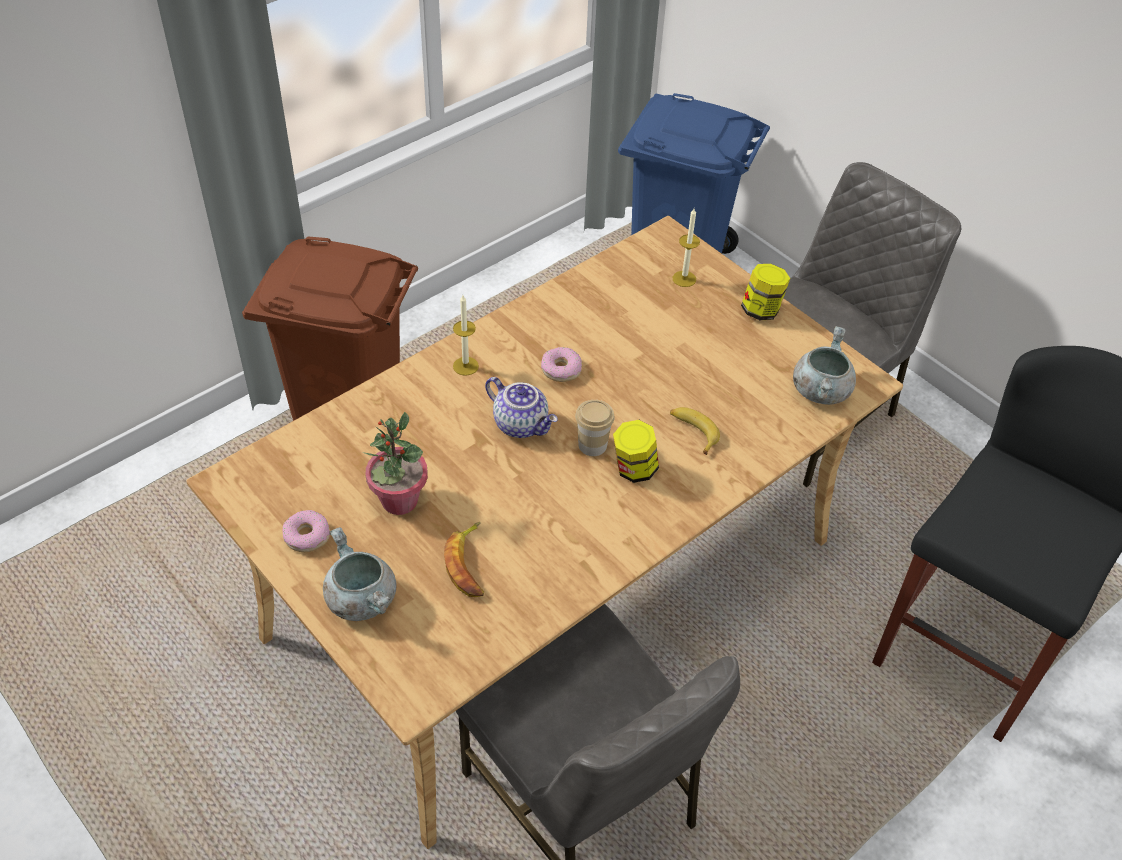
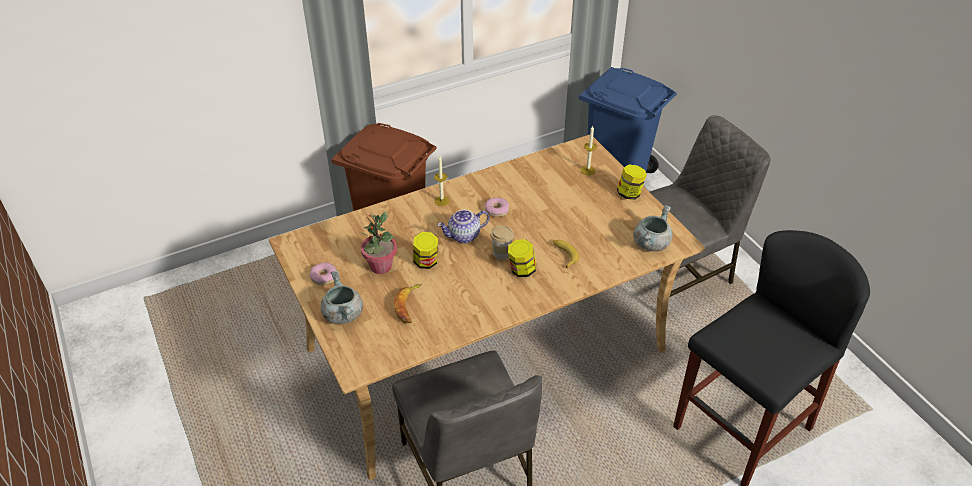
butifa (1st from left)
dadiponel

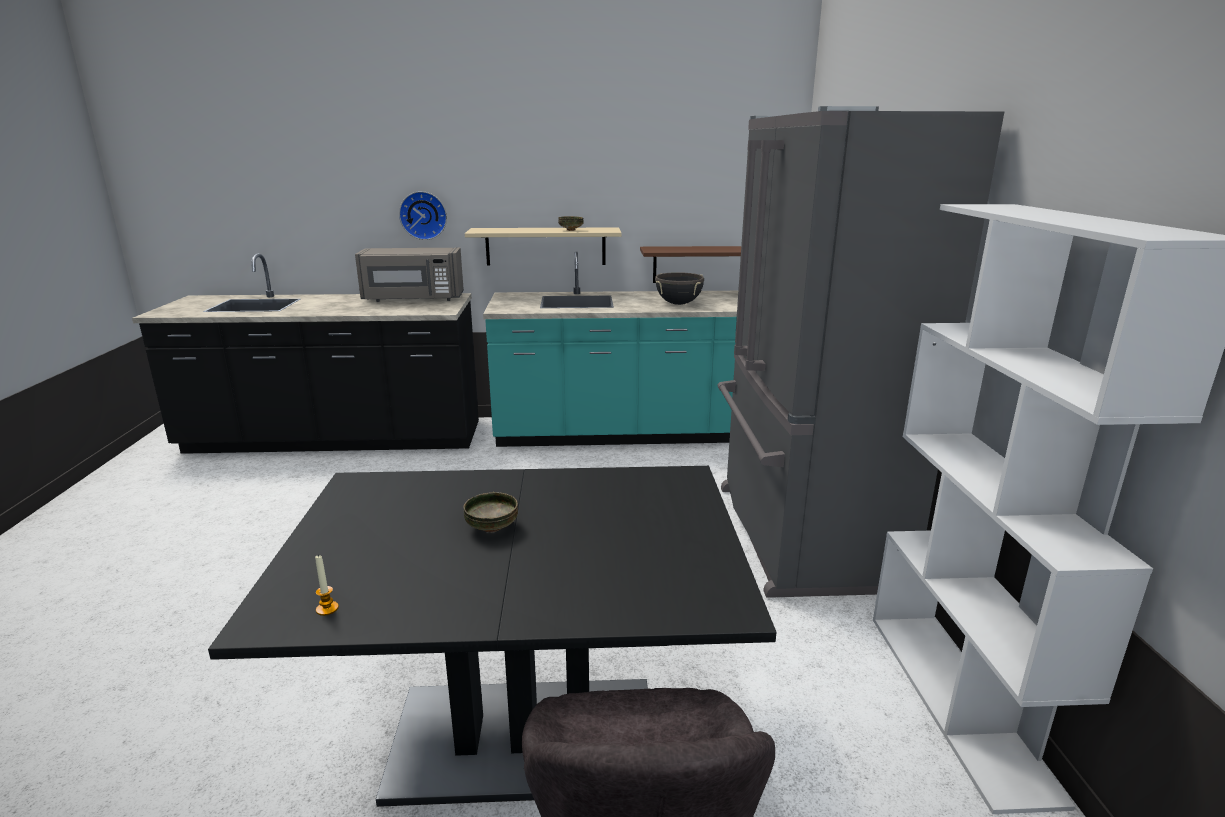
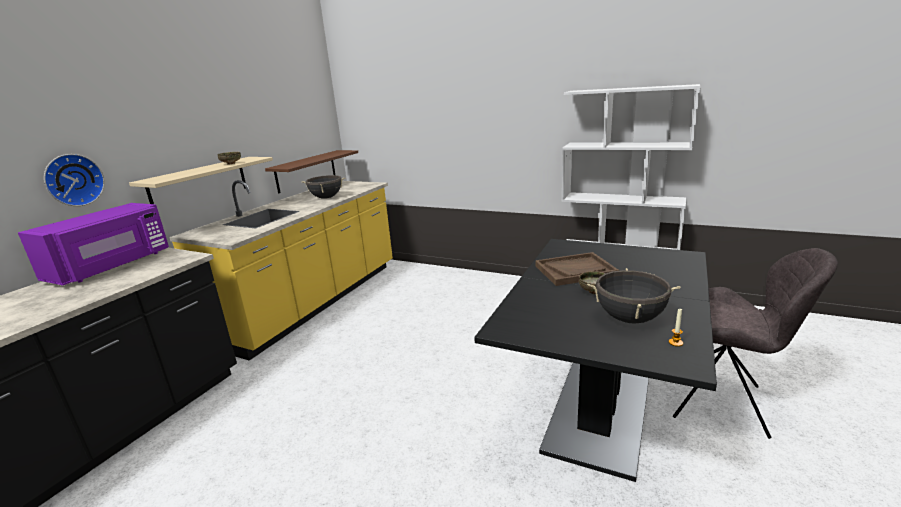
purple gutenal
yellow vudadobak
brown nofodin
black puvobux (2nd from left)
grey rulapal

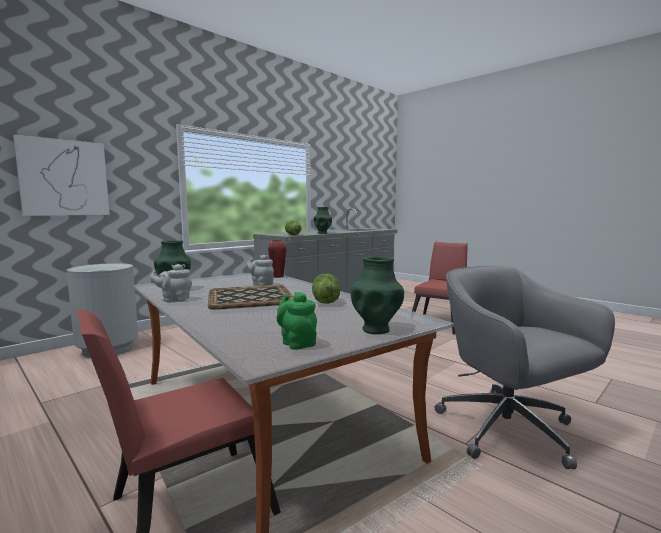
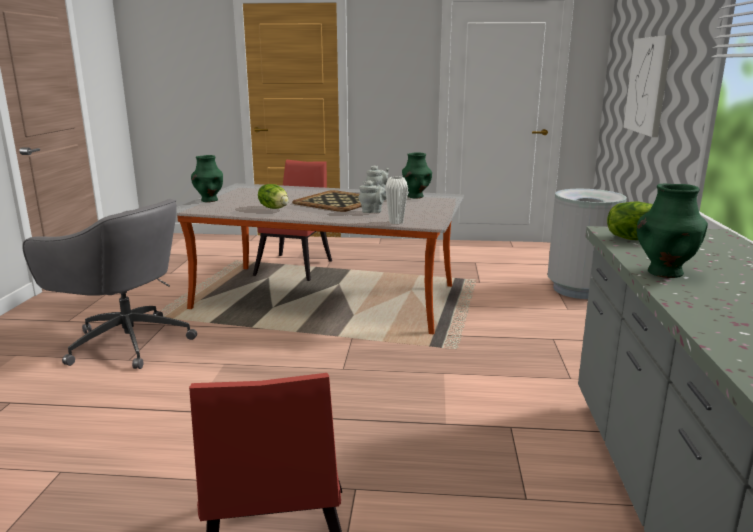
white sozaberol
green dadiponel

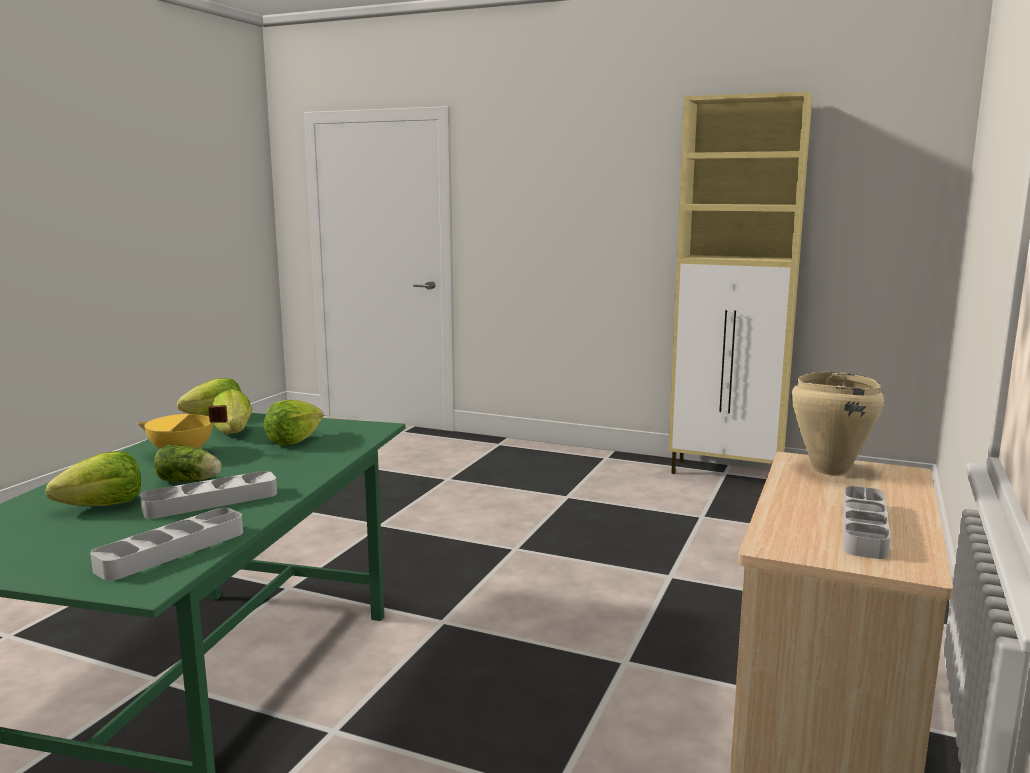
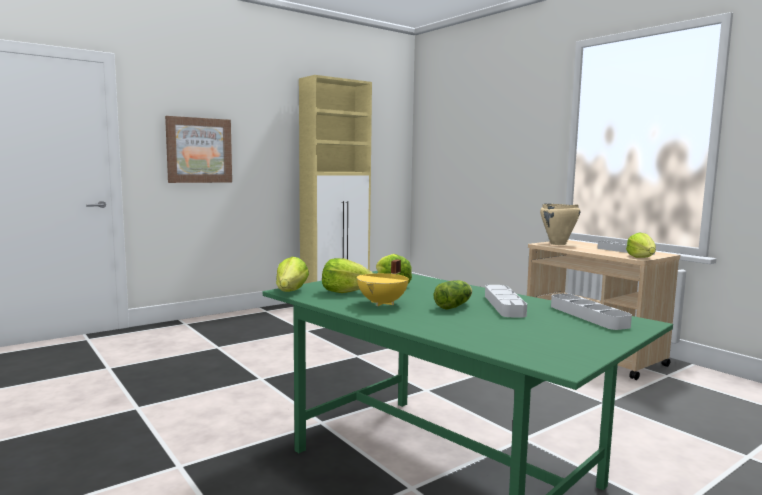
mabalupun
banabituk (5th from left)

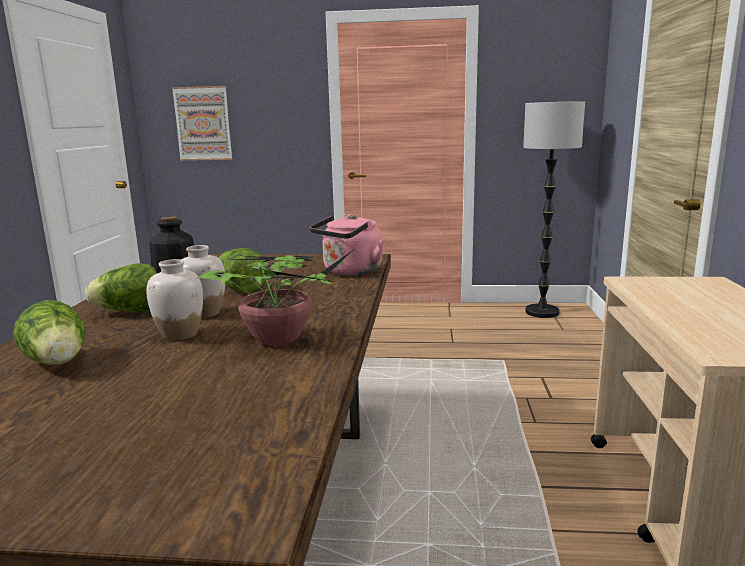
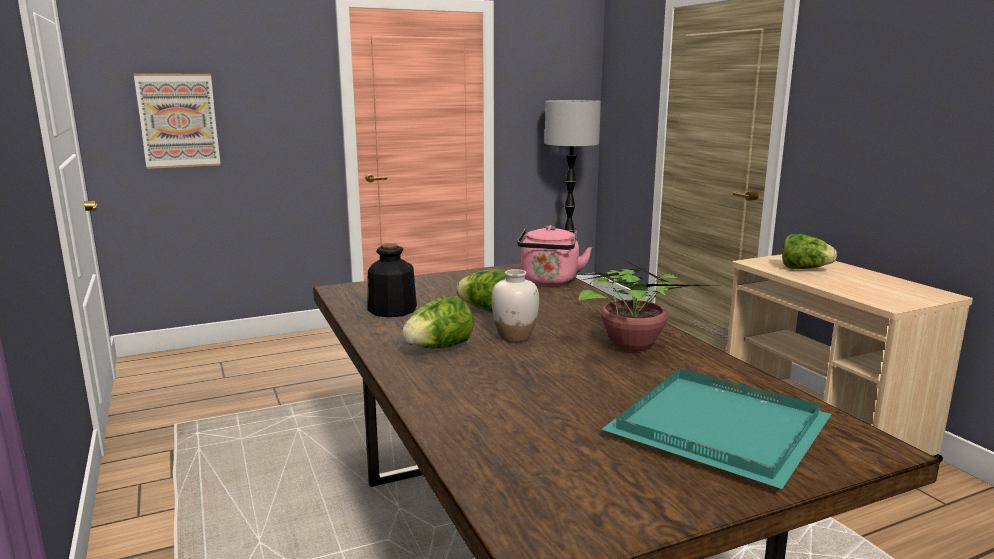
turquoise nofodin
banabituk (3rd from left)
white sozaberol (1st from left in the first image)

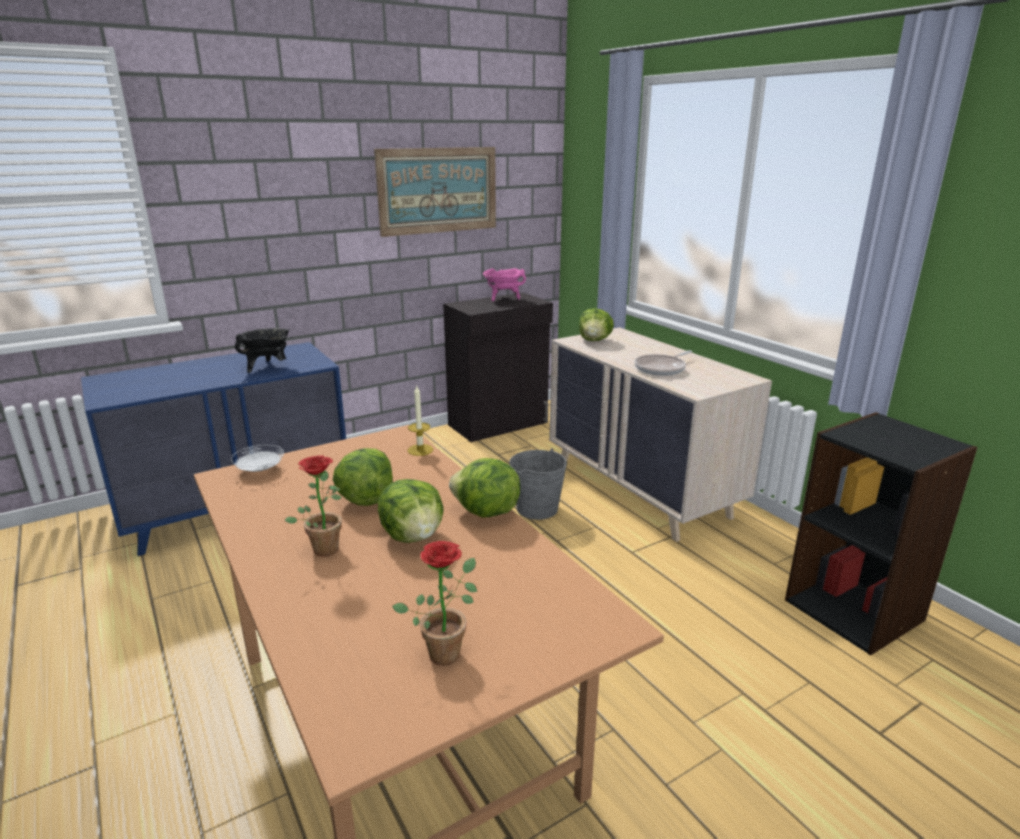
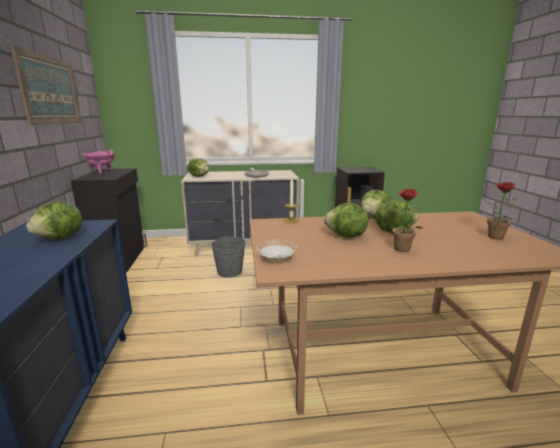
banabituk (1st from left)

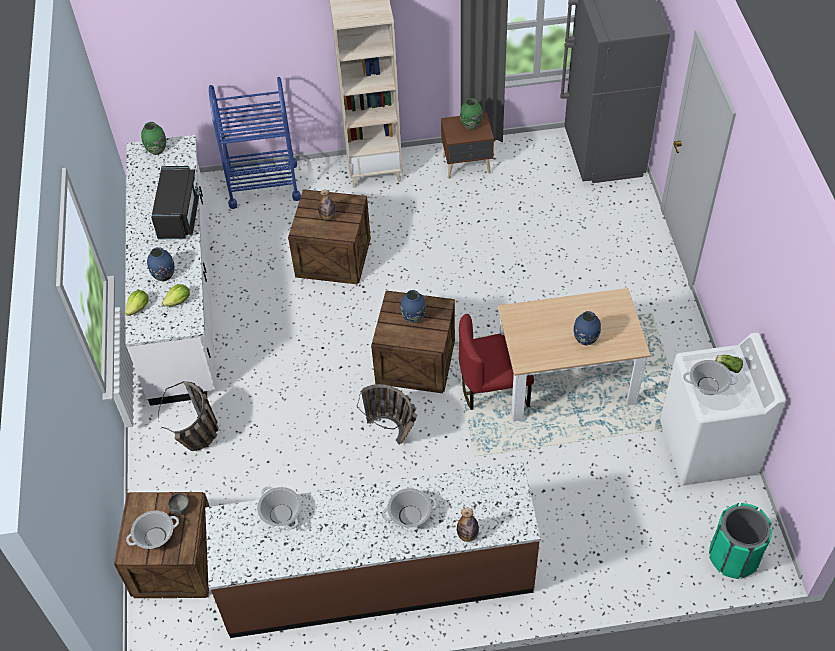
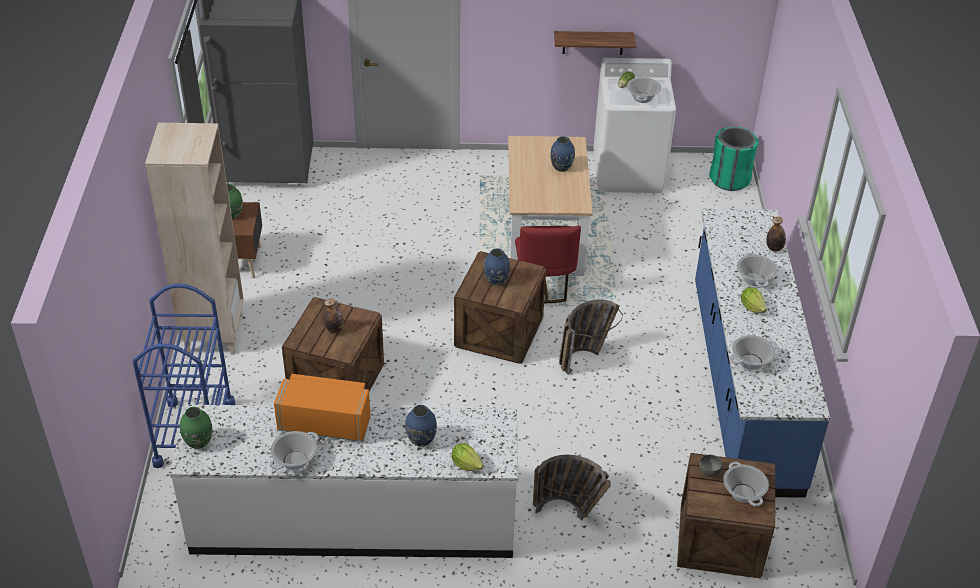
puvobux (1st from left)
orange gutenal
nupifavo
blue vudadobak
banabituk (3rd from left)

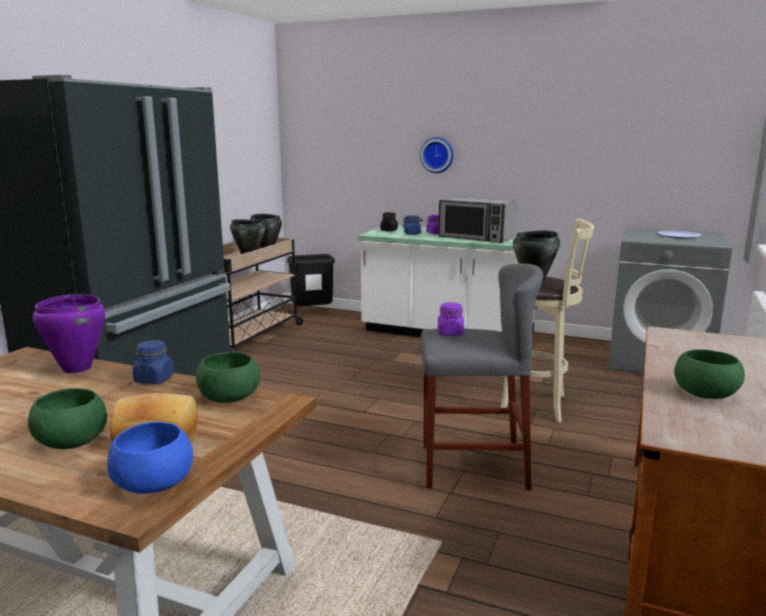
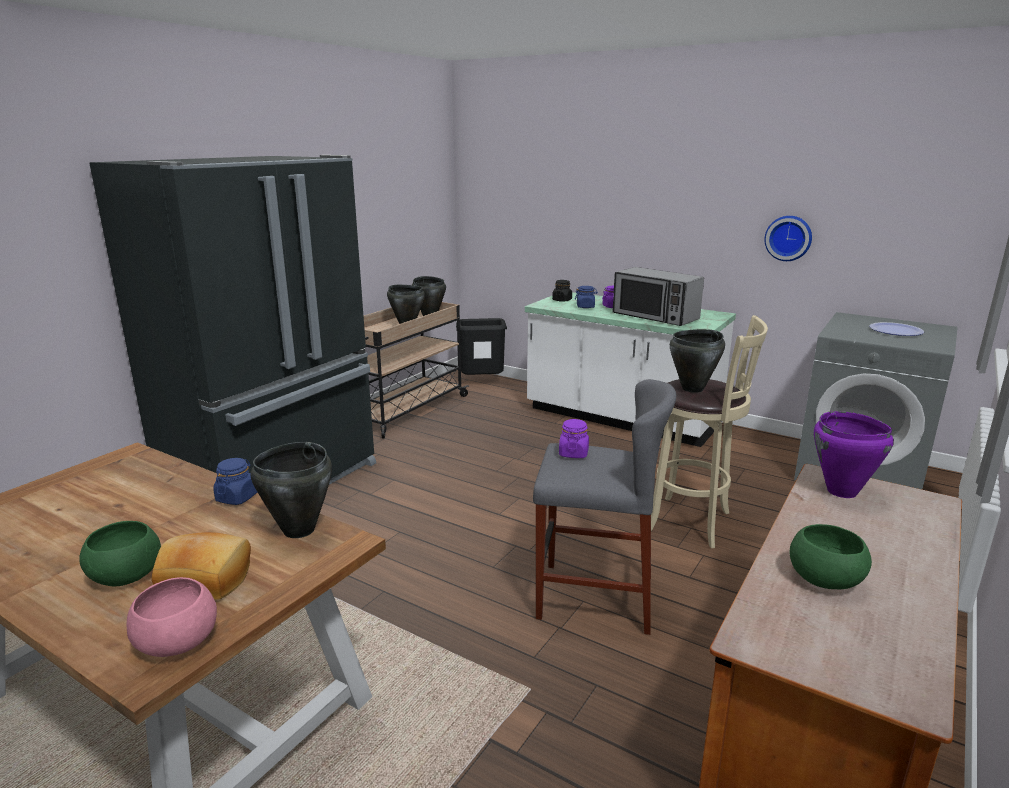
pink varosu
black puvobux (1st from left)
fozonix
purple puvobux

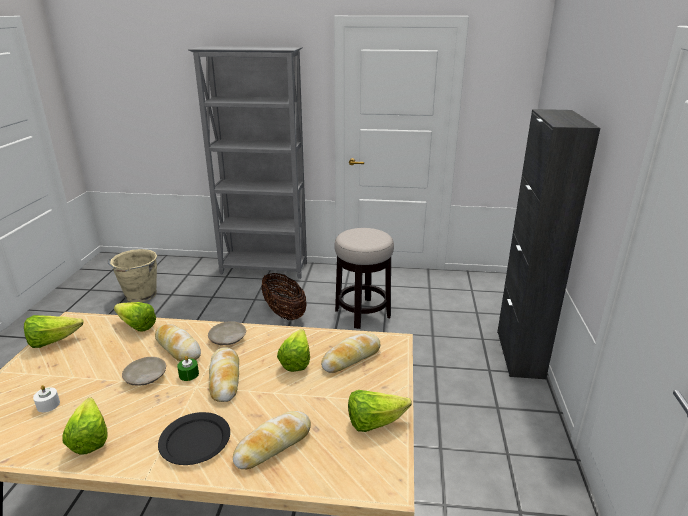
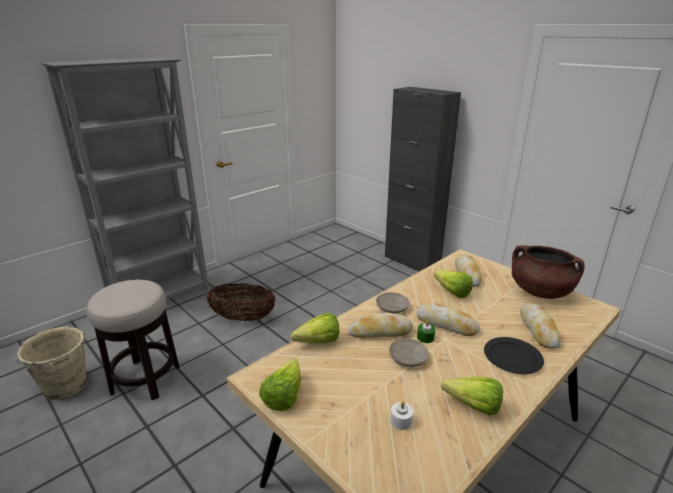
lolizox
brown puvobux

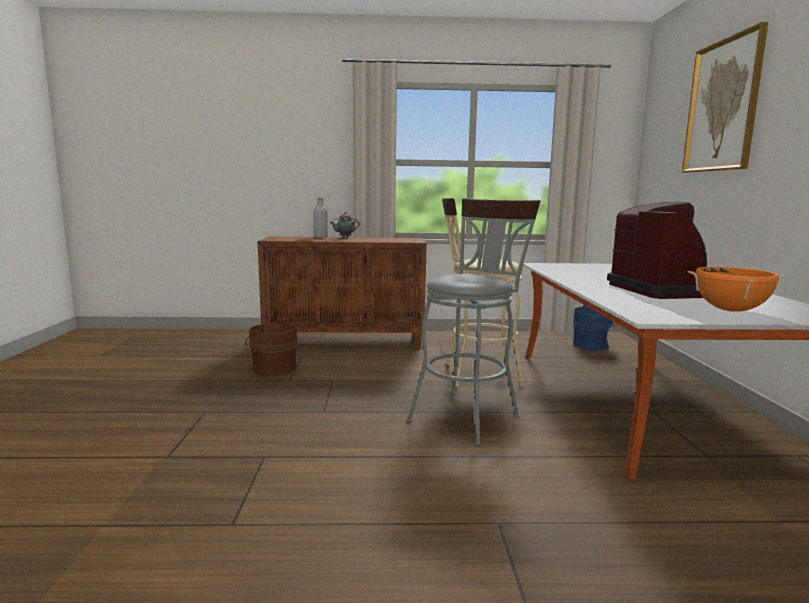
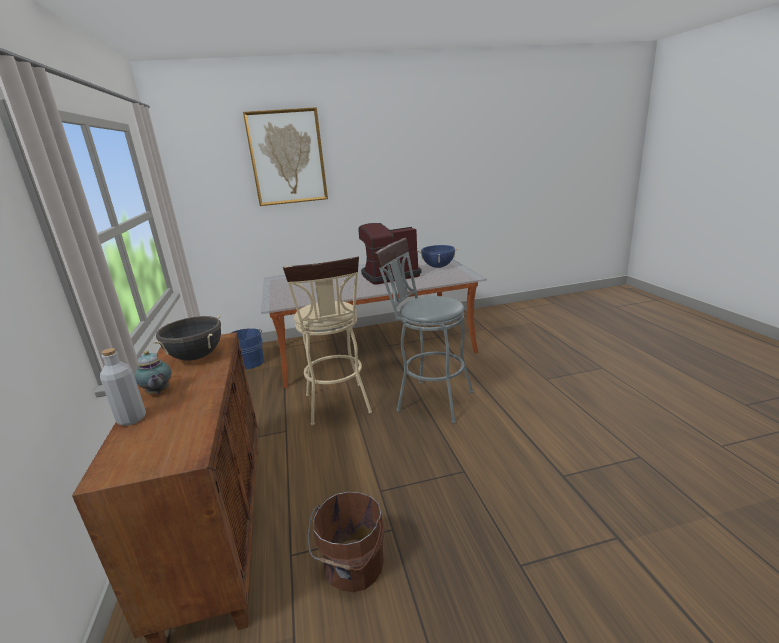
black puvobux
blue puvobux

